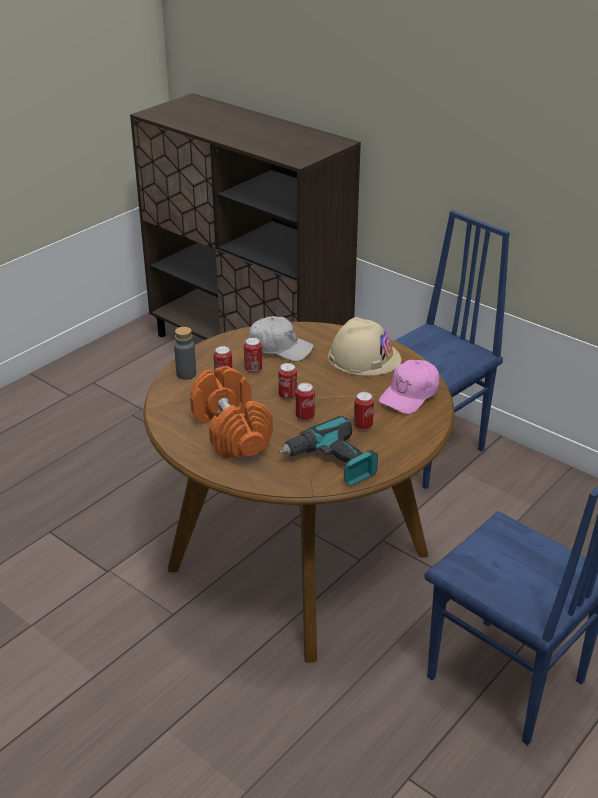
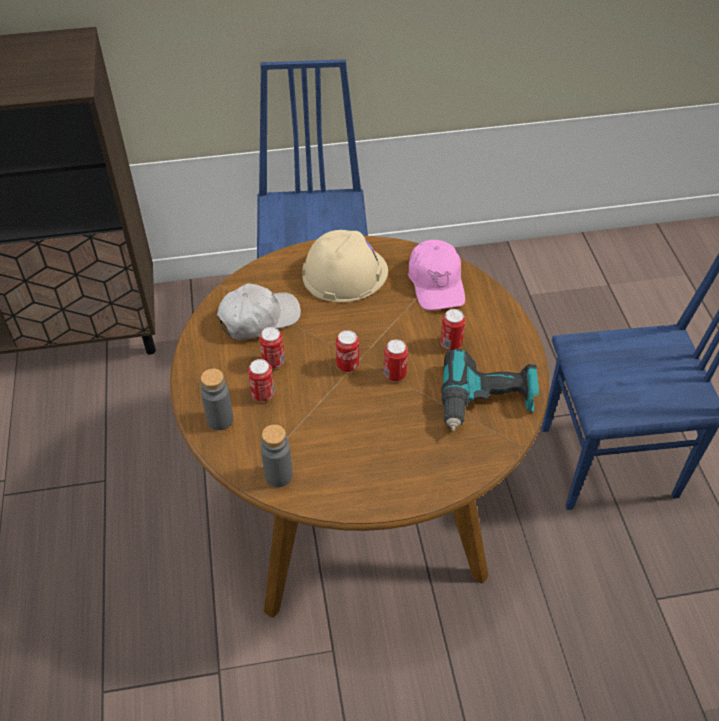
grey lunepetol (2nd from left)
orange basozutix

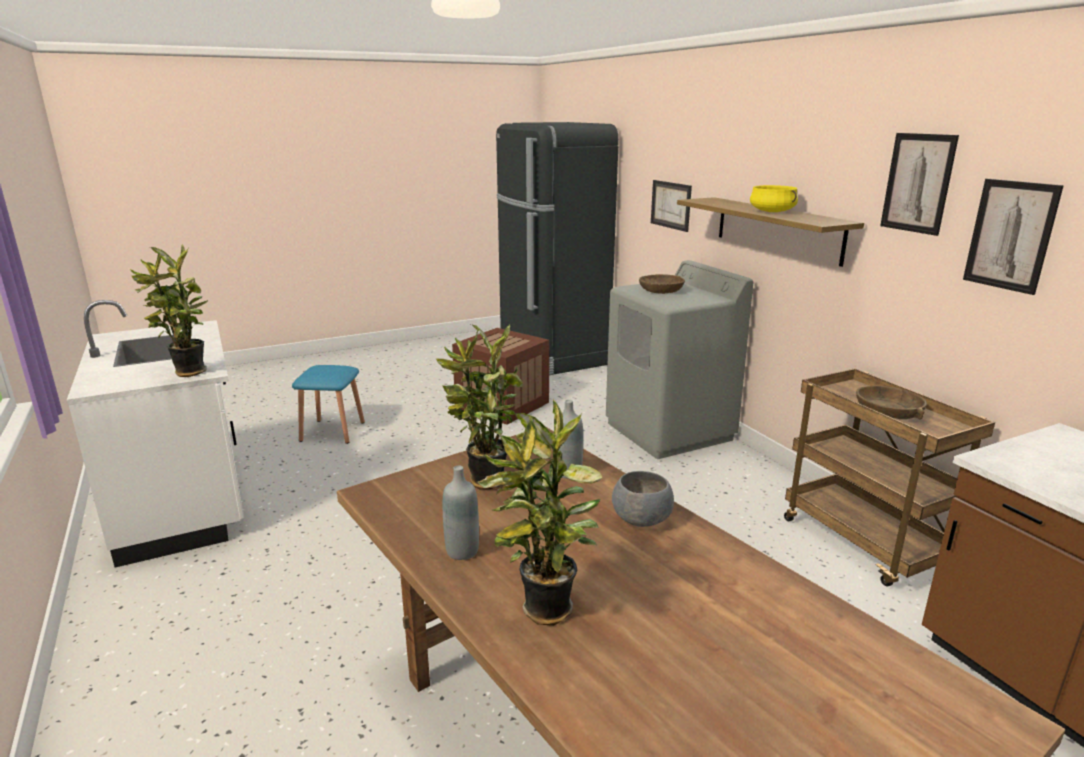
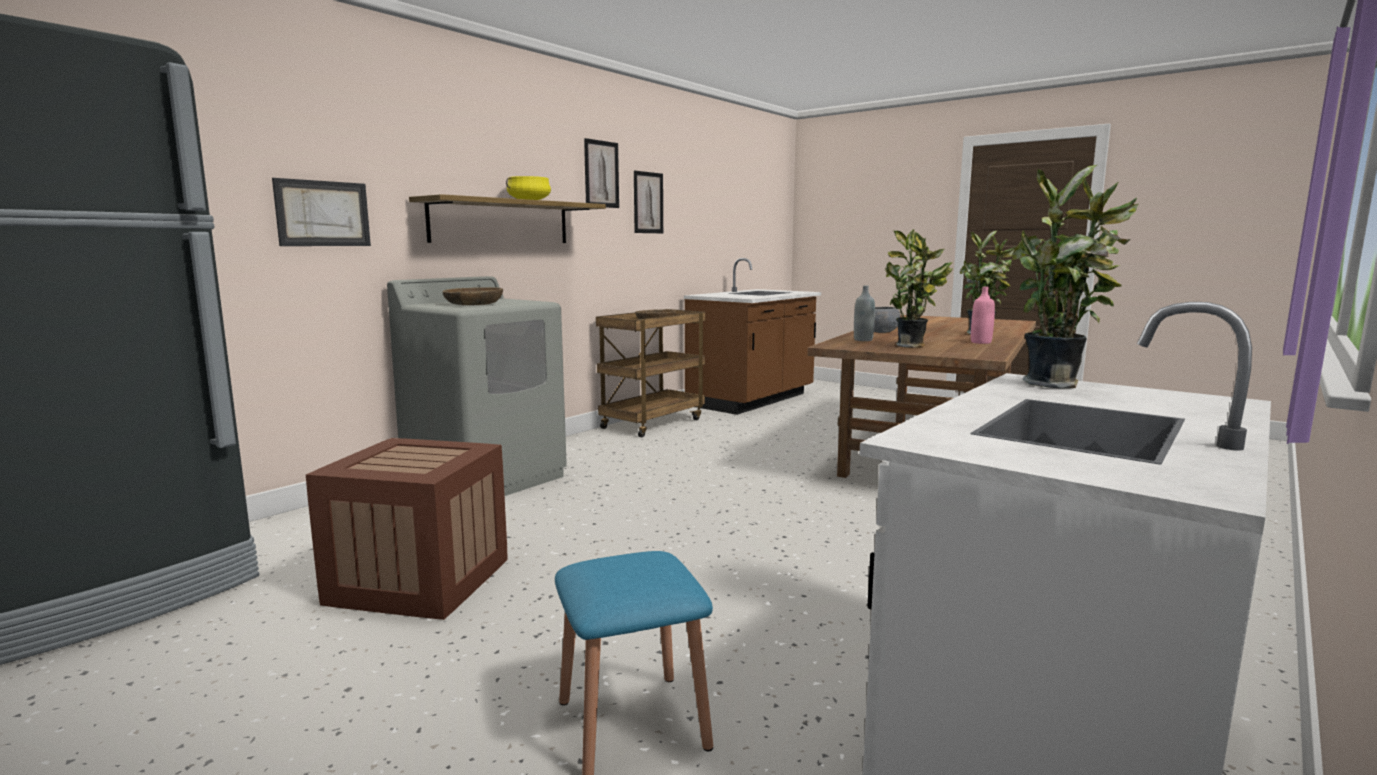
pink lunepetol

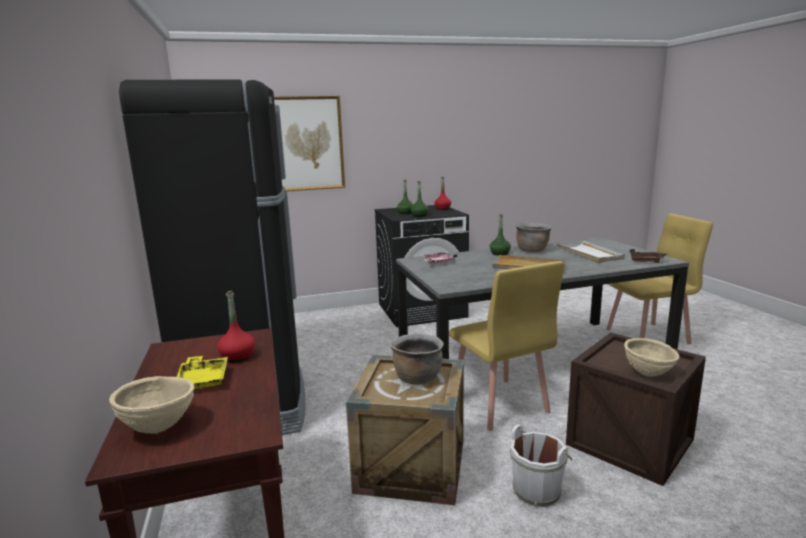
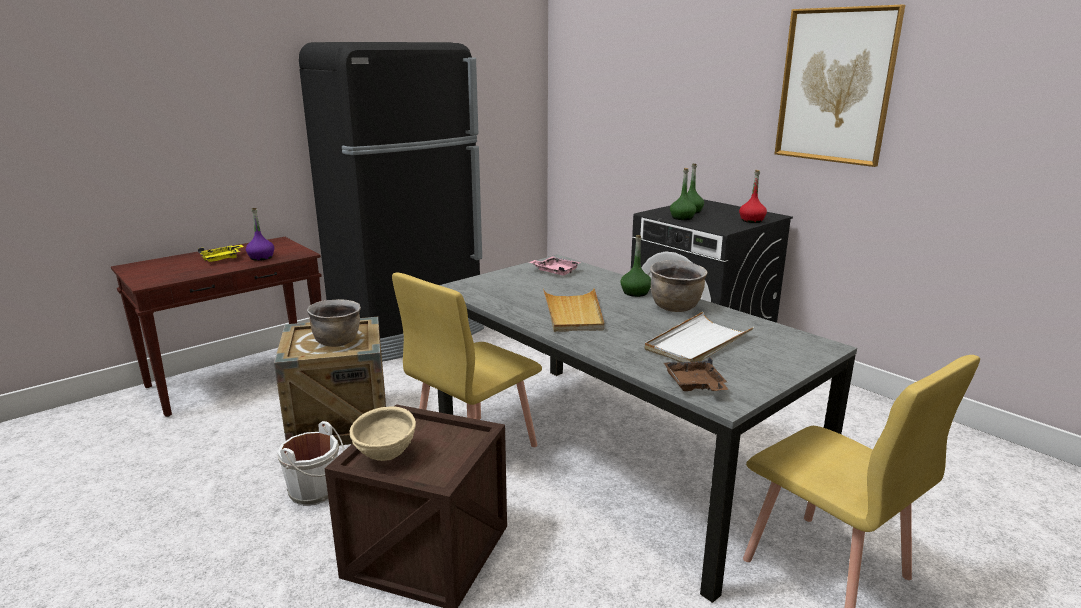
purple lunepetol
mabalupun
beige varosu (1st from left in the first image)

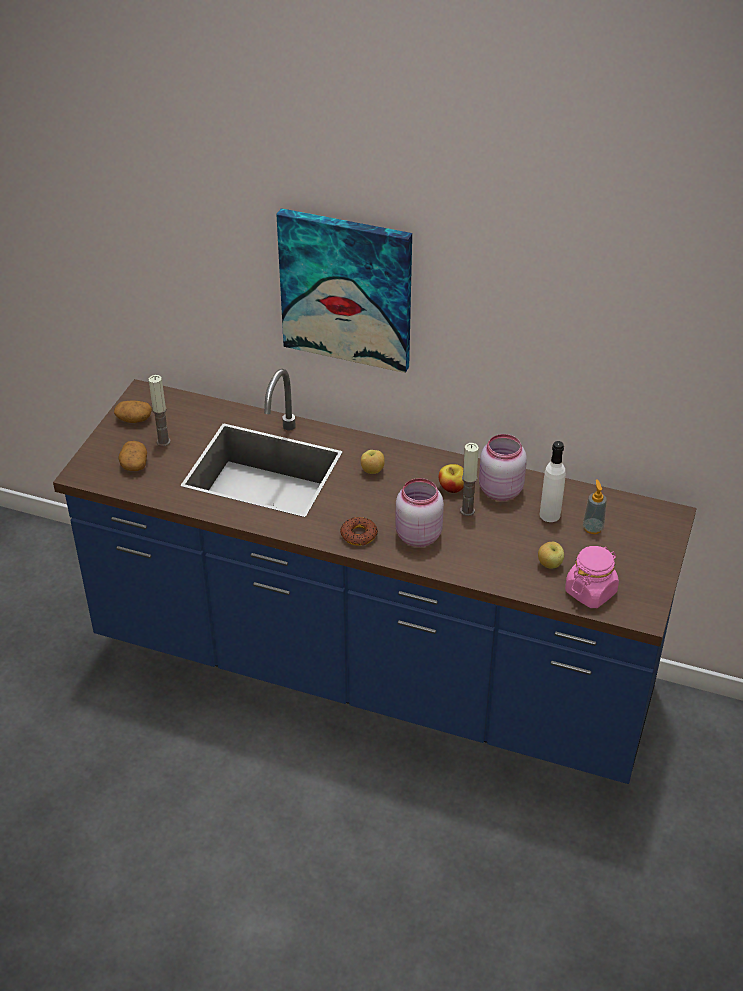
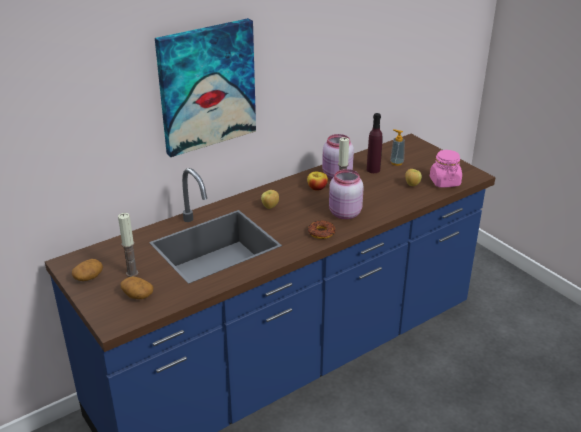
purple lunepetol

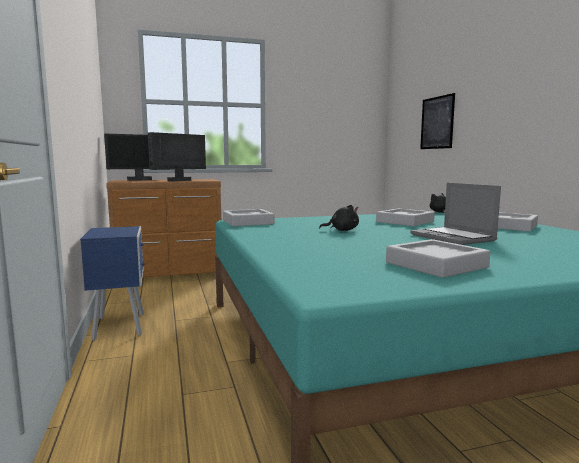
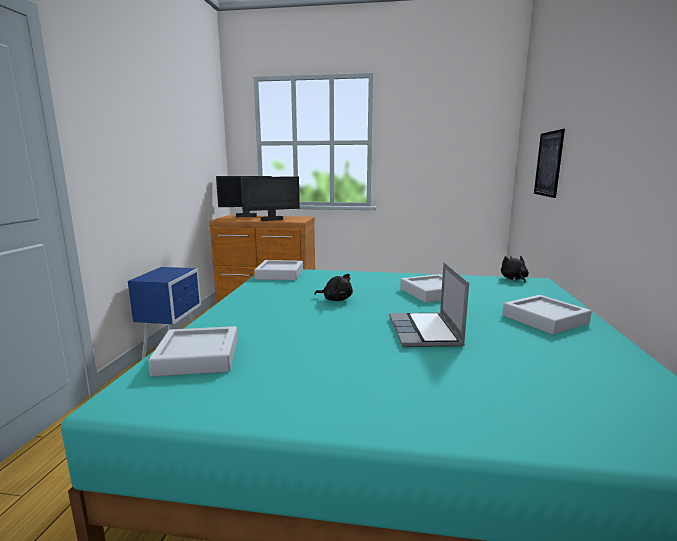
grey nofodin (1st from left)

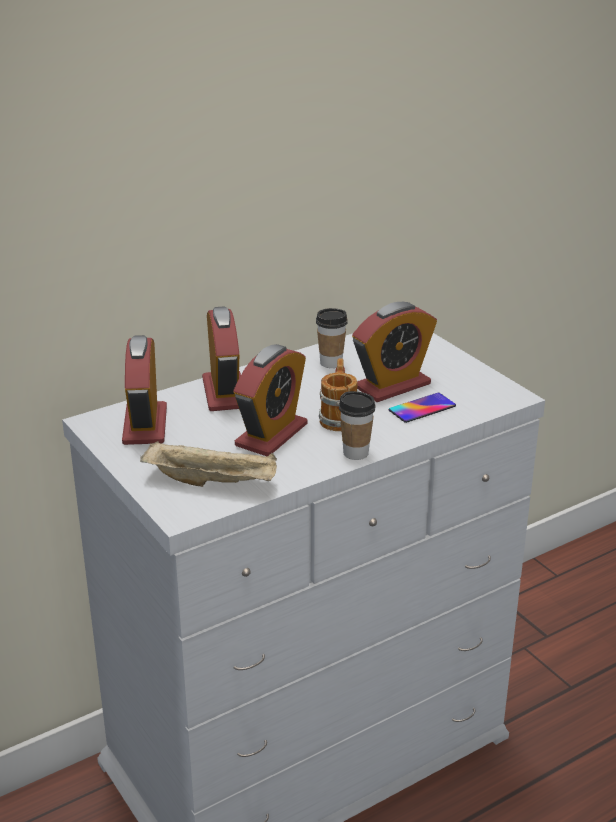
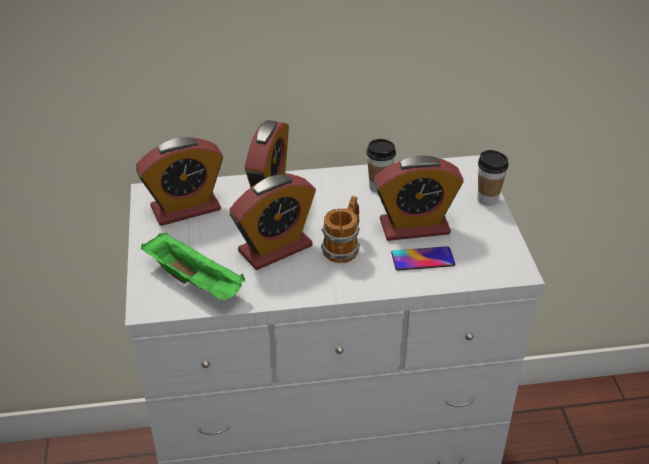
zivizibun (1st from left)
green nofodin
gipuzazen (2nd from left)

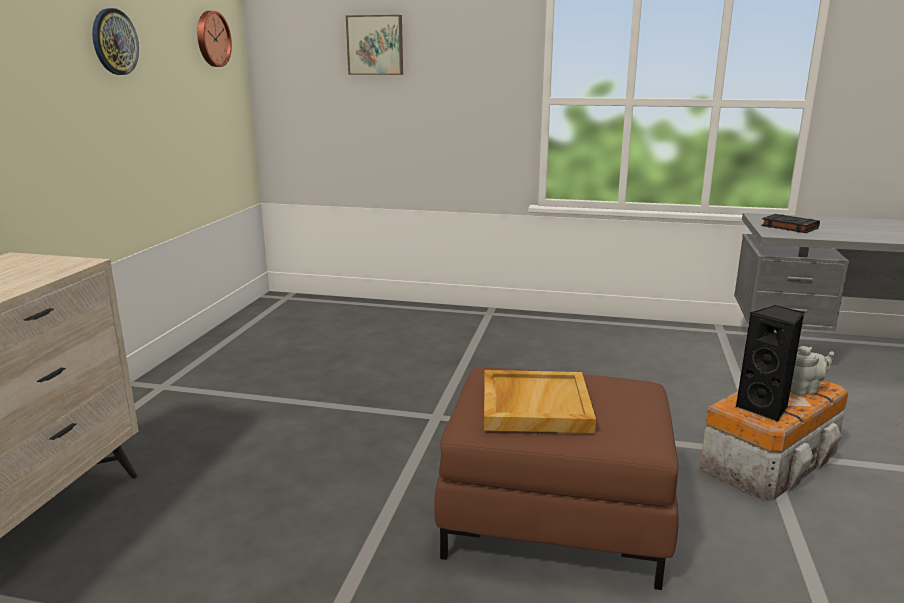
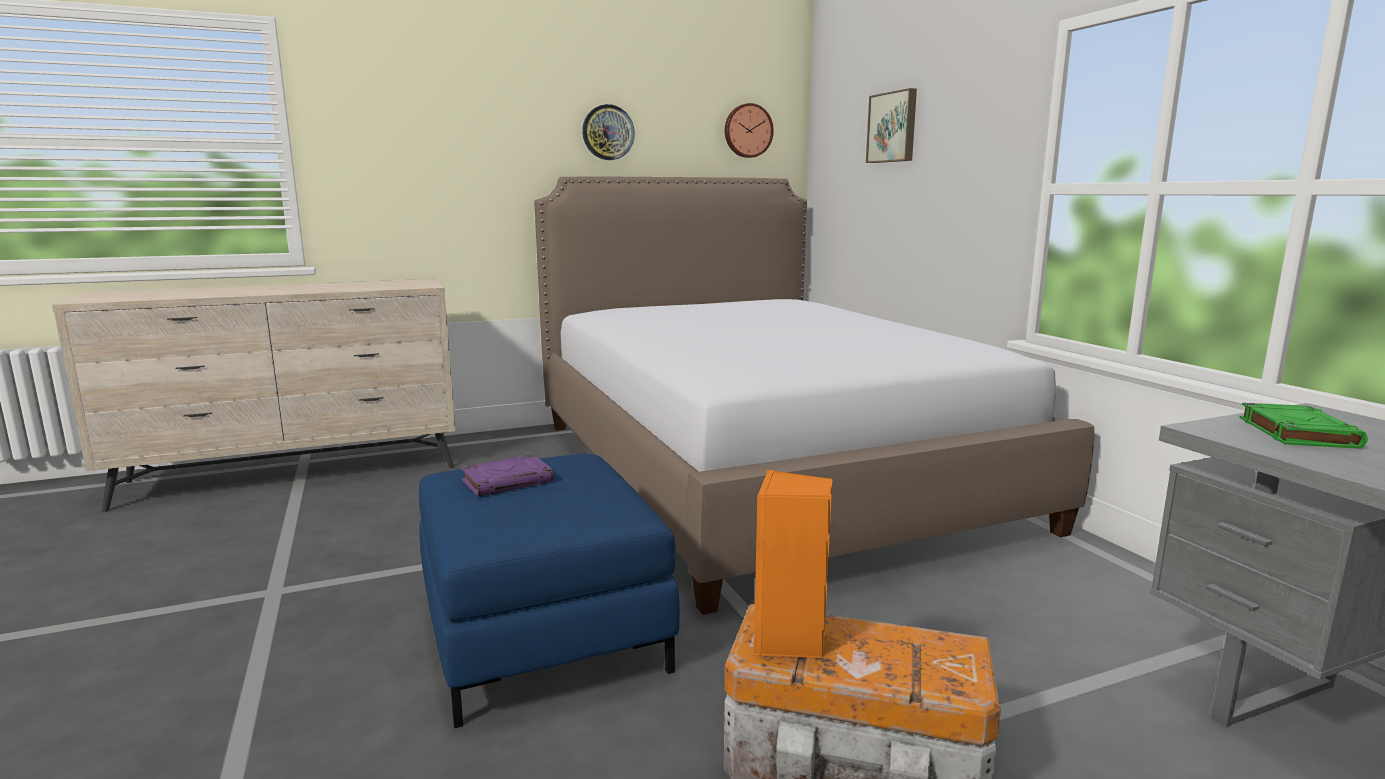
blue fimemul
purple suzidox
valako
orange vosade
green suzidox
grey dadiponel

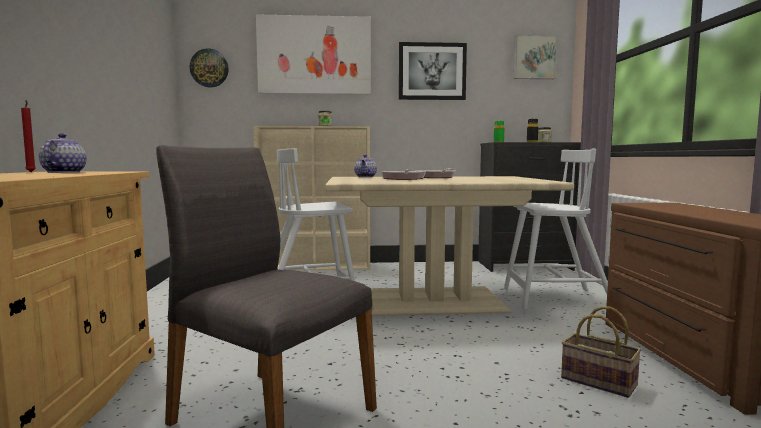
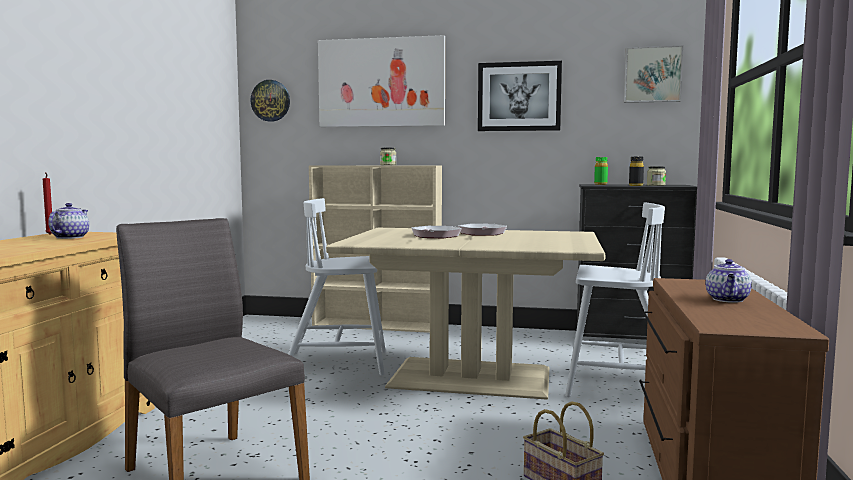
dadiponel (2nd from left)

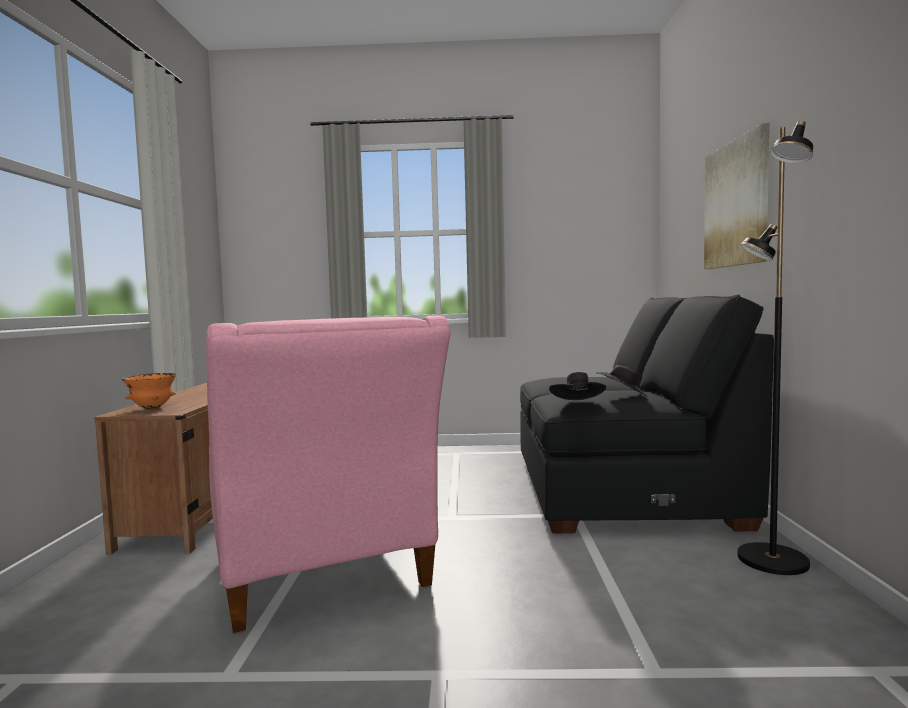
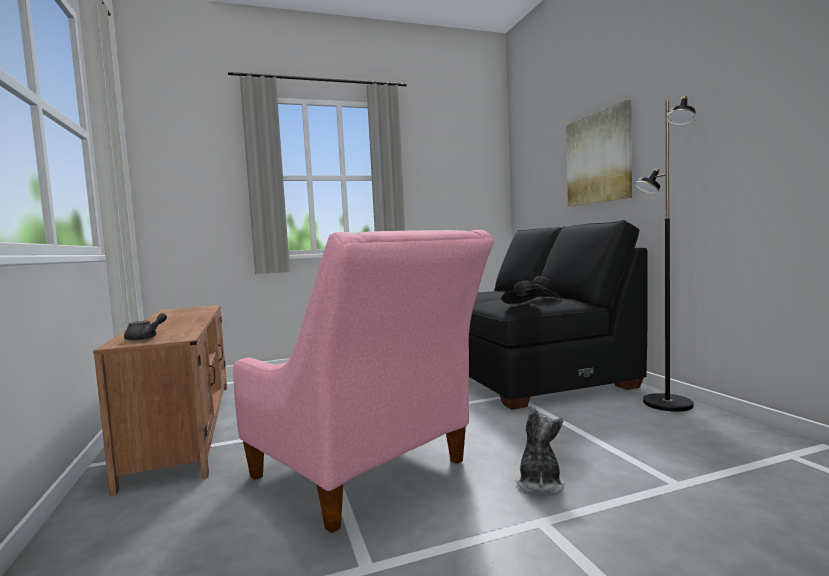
grey dadiponel
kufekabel

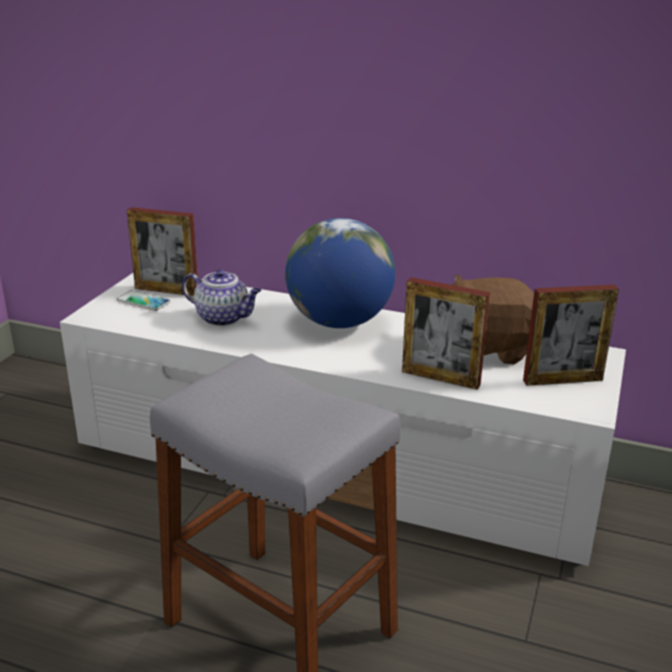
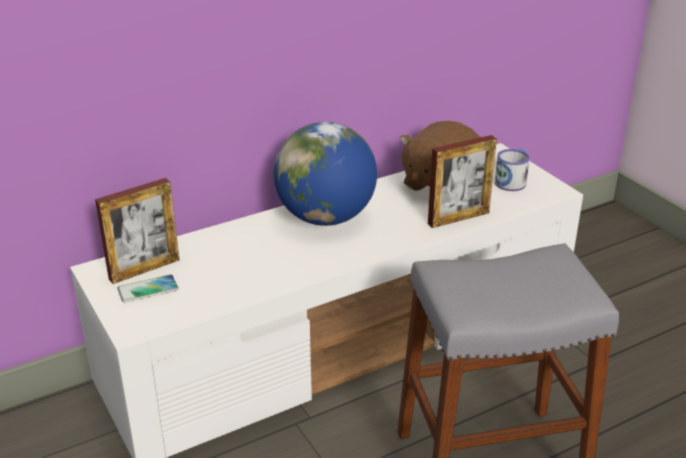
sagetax
dadiponel

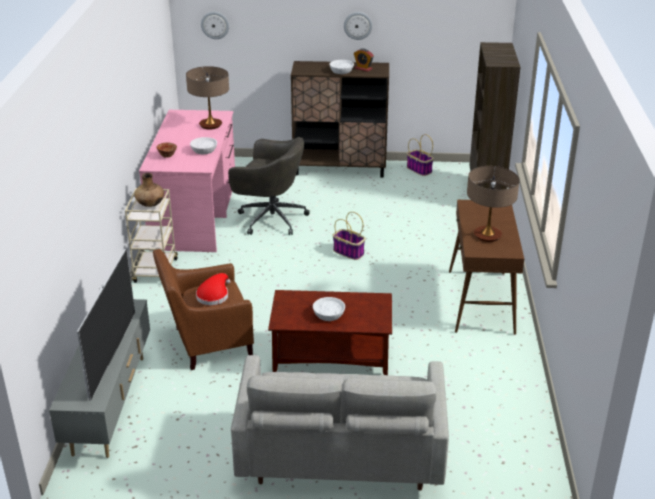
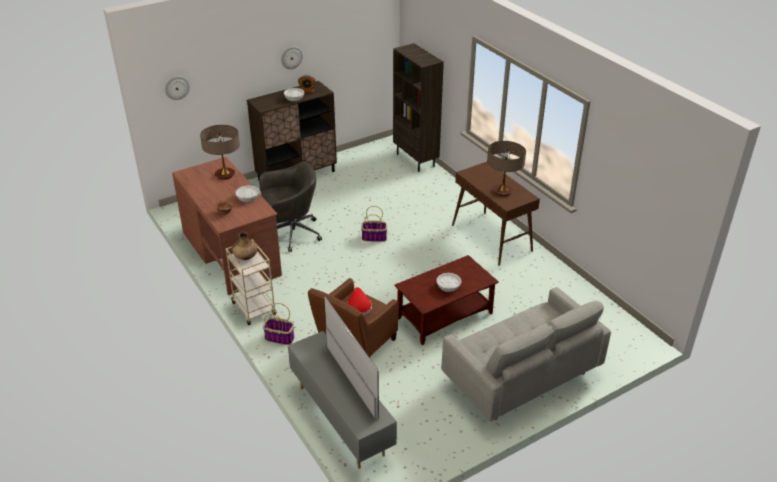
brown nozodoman
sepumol (1st from left)

